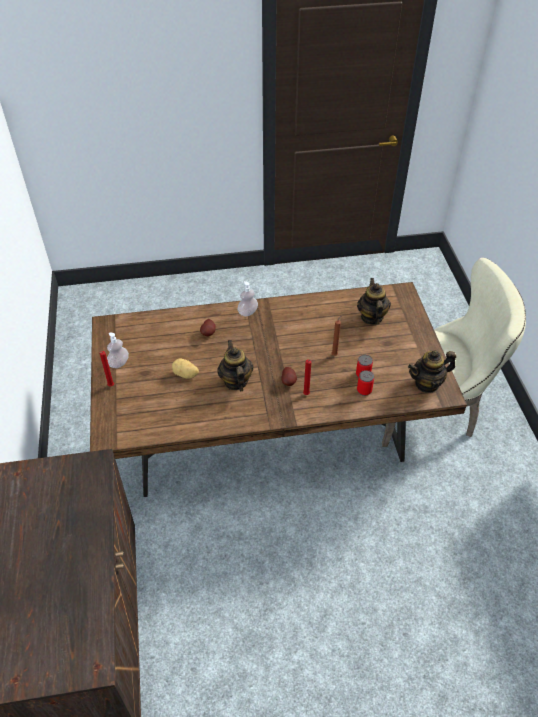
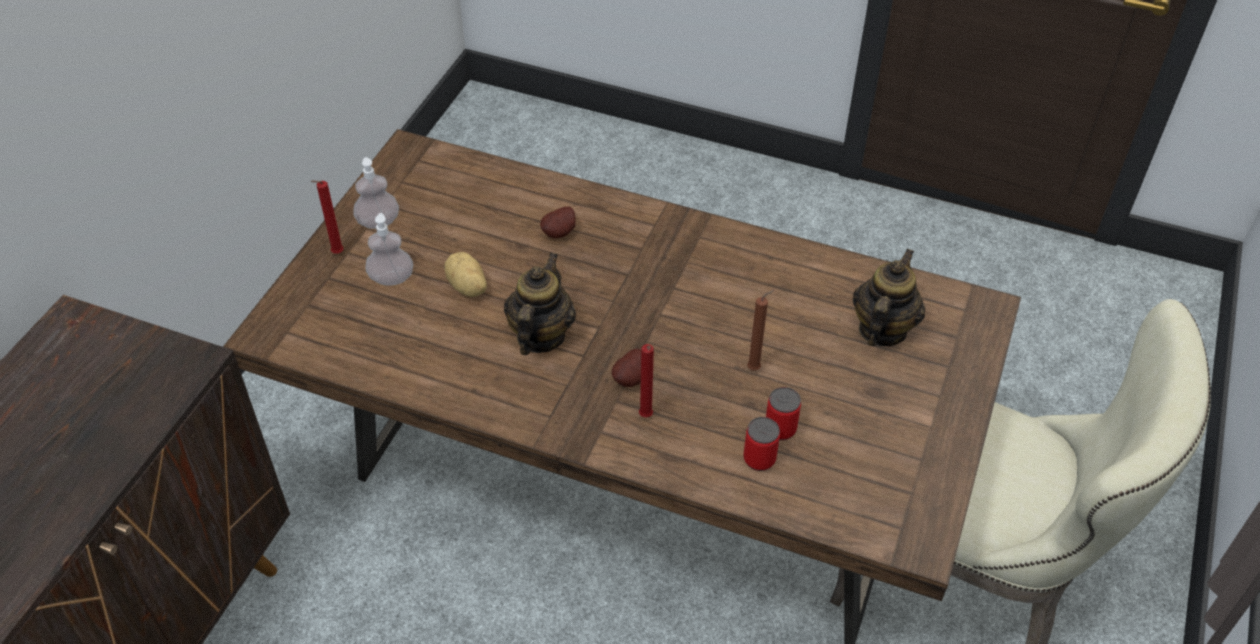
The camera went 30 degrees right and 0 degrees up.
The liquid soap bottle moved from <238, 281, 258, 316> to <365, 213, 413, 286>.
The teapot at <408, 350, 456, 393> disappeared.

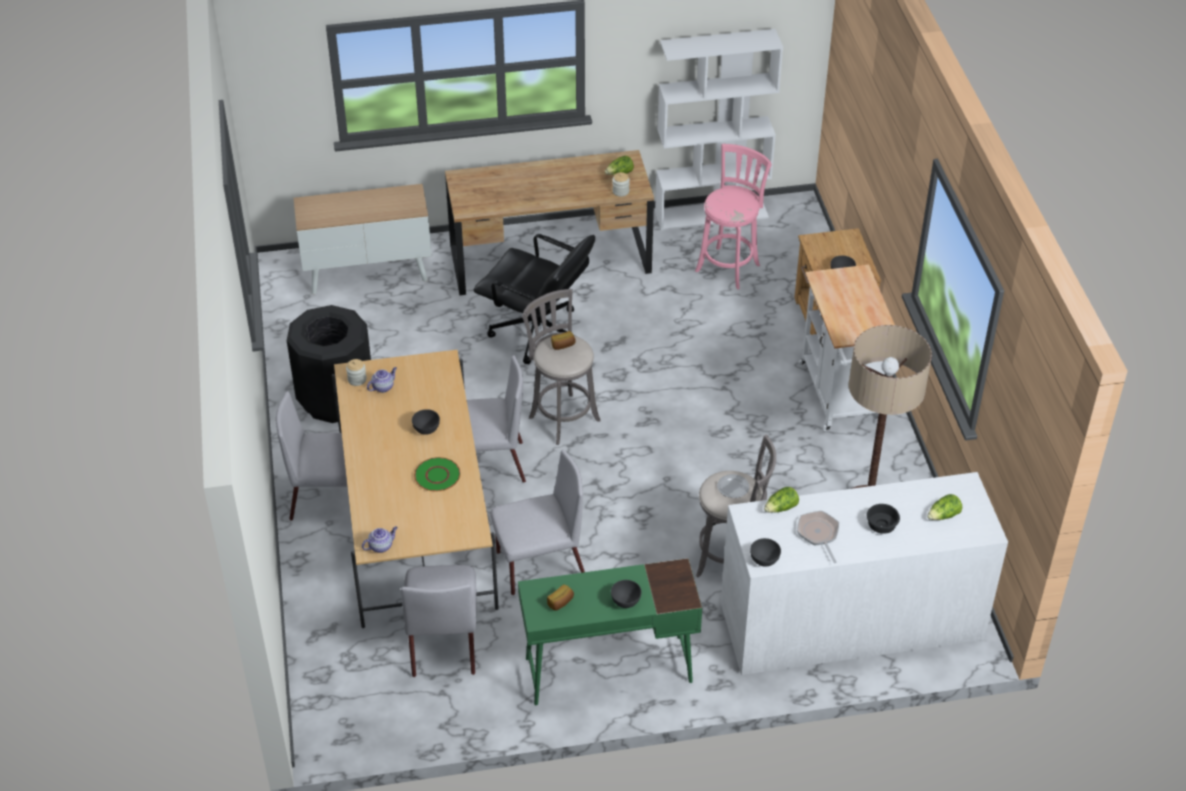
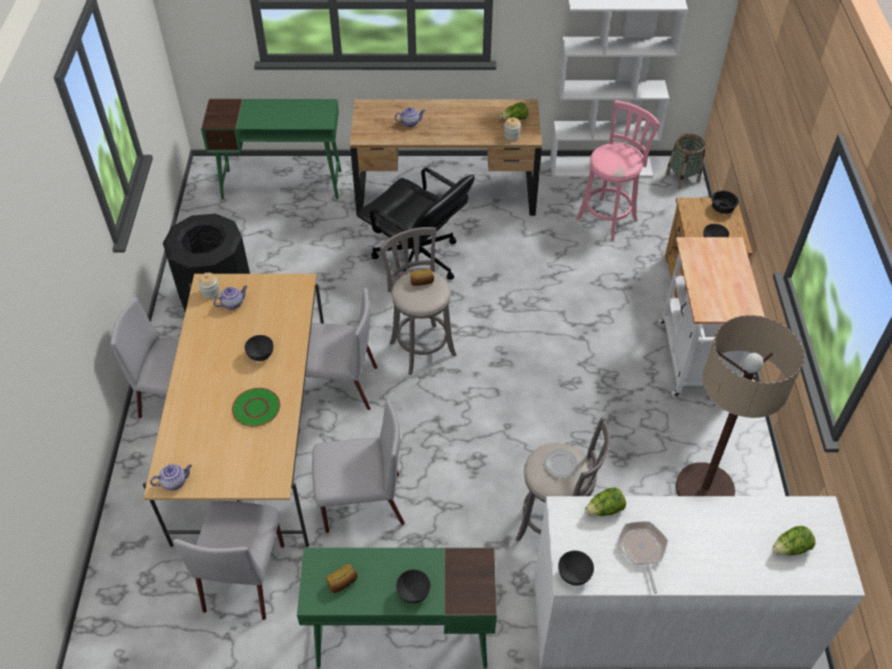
The camera went 10 degrees right and 5 degrees up.
The cupboard at <294, 184, 432, 294> was replaced by the green-coloured desk at <201, 99, 341, 199>.
The black-coloured bowl moved from <867, 504, 900, 534> to <711, 191, 739, 214>.
The teapot at <395, 107, 425, 127> appeared.
The basket at <665, 134, 705, 189> appeared.

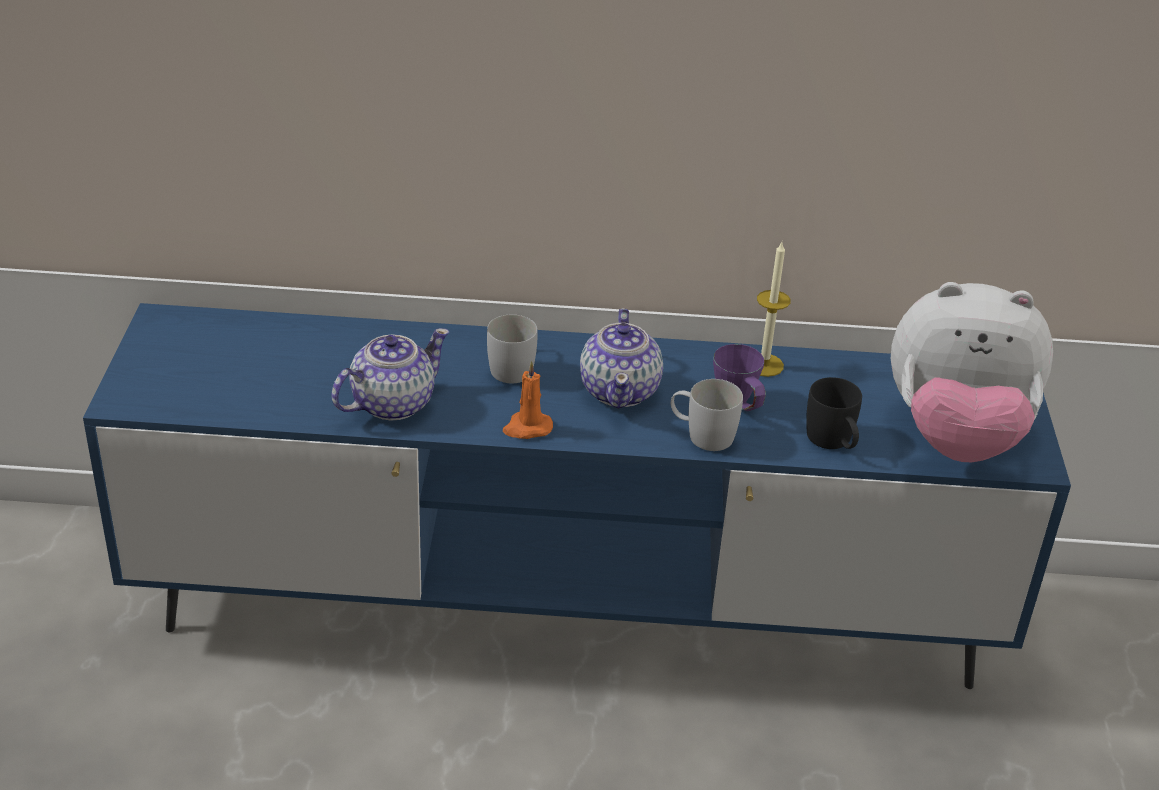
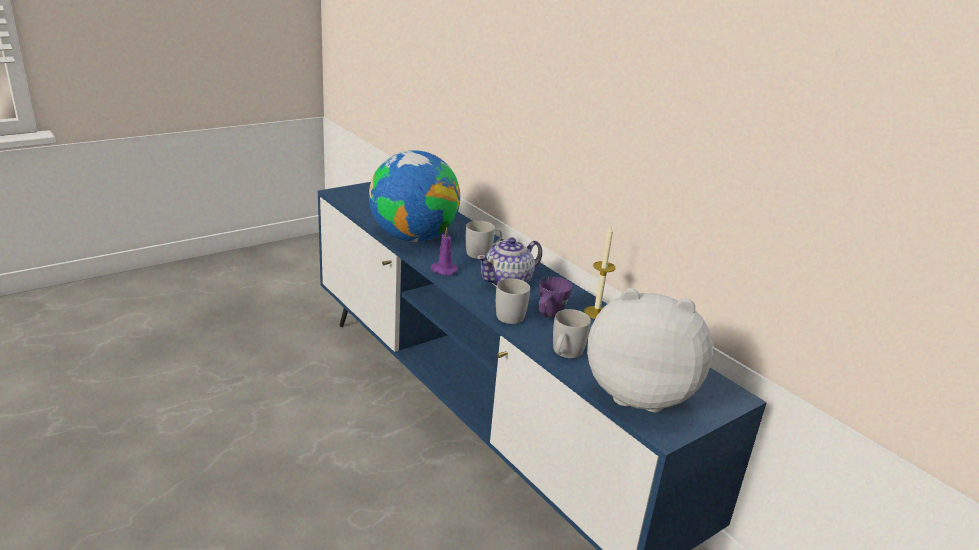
The camera went 50 degrees right and 10 degrees down.
The cuddly toy at <891, 282, 1053, 462> turned 135 degrees clockwise.
The teapot at <331, 328, 449, 421> was replaced by the globe at <369, 150, 460, 242>.
The orangey candle at <503, 361, 553, 439> became the purplish candle at <431, 227, 458, 275>.
The black-coloured mug at <806, 377, 862, 449> became the white-coloured mug at <553, 309, 591, 358>.

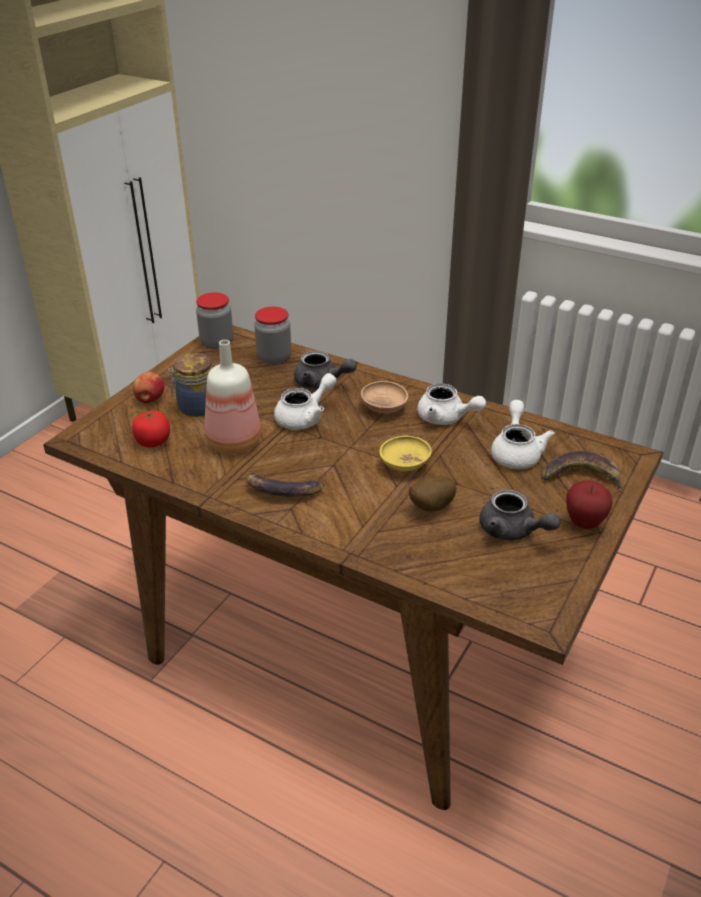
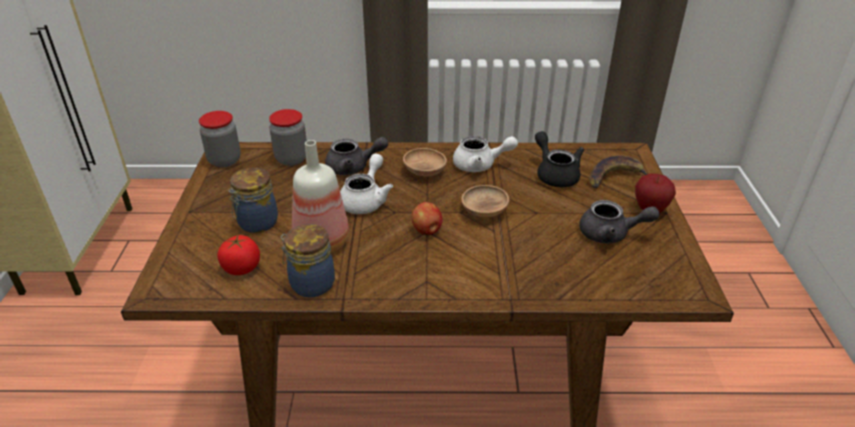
The camera went 30 degrees left and 0 degrees up.
The apple moved from <133, 372, 164, 403> to <411, 202, 442, 235>.
The white-coloured teapot at <491, 400, 555, 469> became the black-coloured teapot at <535, 131, 584, 187>.
The yellow bowl at <379, 436, 432, 471> became the brown-coloured bowl at <461, 185, 509, 217>.
The banana fruit at <247, 470, 324, 497> disappeared.
The spud at <409, 475, 456, 512> disappeared.
The jar at <280, 224, 335, 298> appeared.

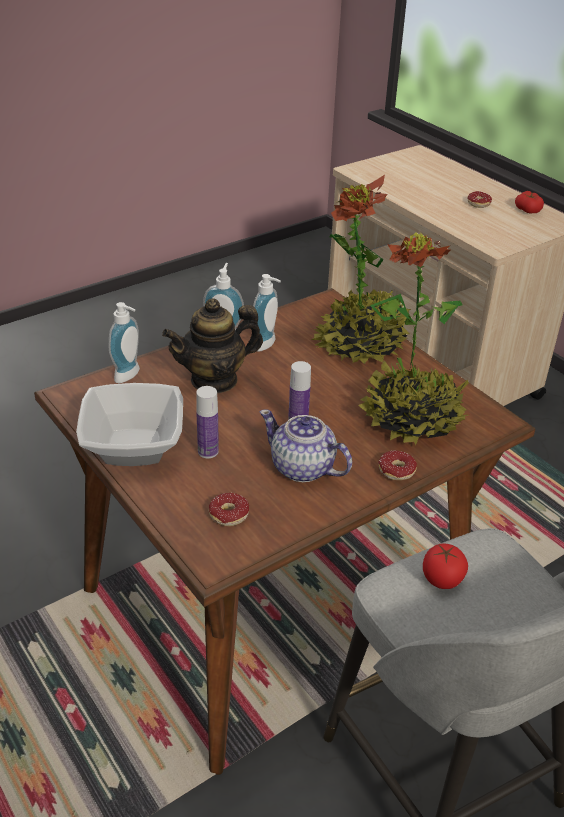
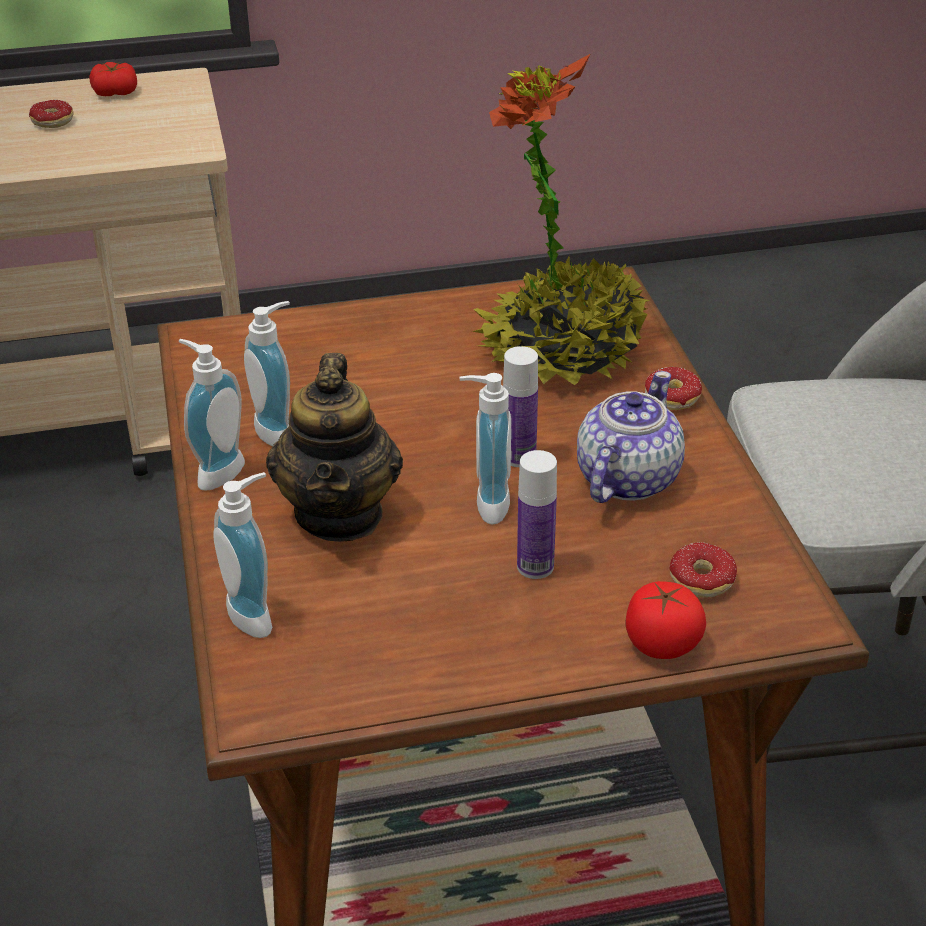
The camera went 65 degrees left and 0 degrees up.
The plant in a pot at <311, 175, 411, 364> disappeared.
The bowl at <76, 383, 183, 466> disappeared.
The teapot at <260, 410, 352, 482> turned 150 degrees clockwise.
The fresh tomato moved from <423, 544, 468, 589> to <626, 581, 706, 659>.
The liquid soap bottle at <459, 373, 511, 525> appeared.

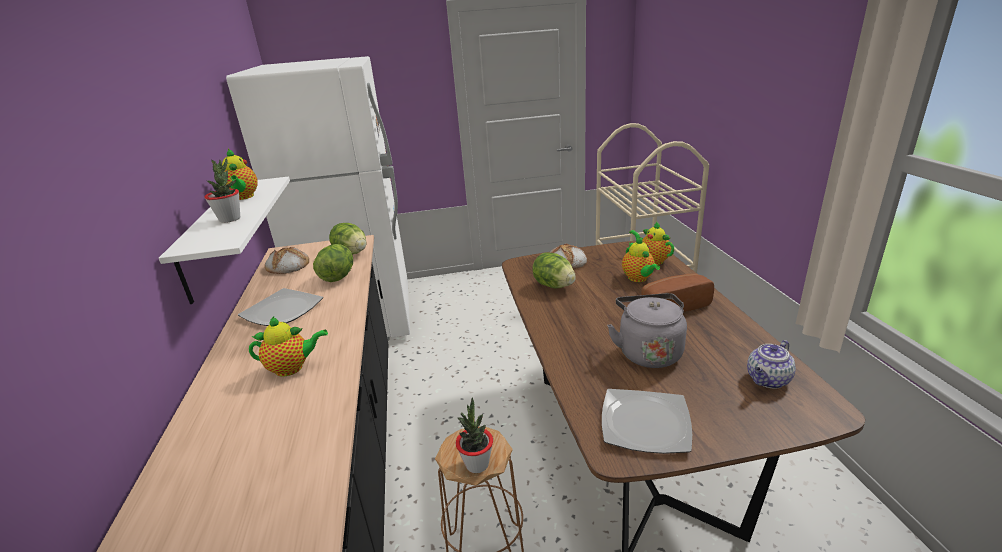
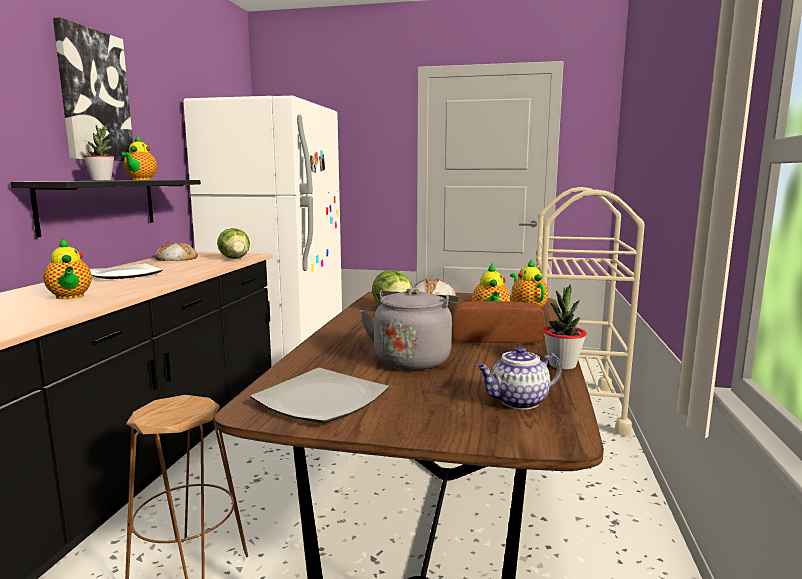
The camera went 20 degrees right and 15 degrees down.
The white-coloured shelf at <159, 177, 290, 304> became the black-coloured shelf at <10, 180, 201, 237>.
The head of lettuce at <313, 244, 353, 282> disappeared.
The teapot at <249, 316, 328, 377> turned 45 degrees clockwise.
The plant in a pot moved from <456, 397, 493, 473> to <543, 284, 587, 369>.
The wall picture at <53, 17, 133, 161> appeared.

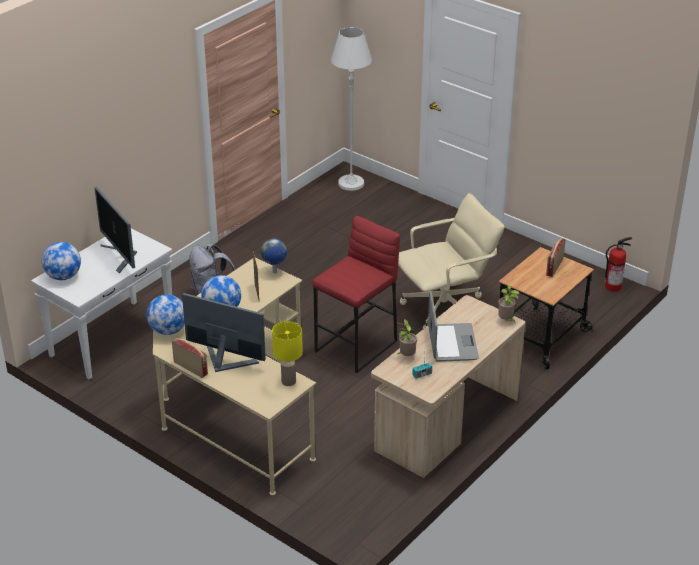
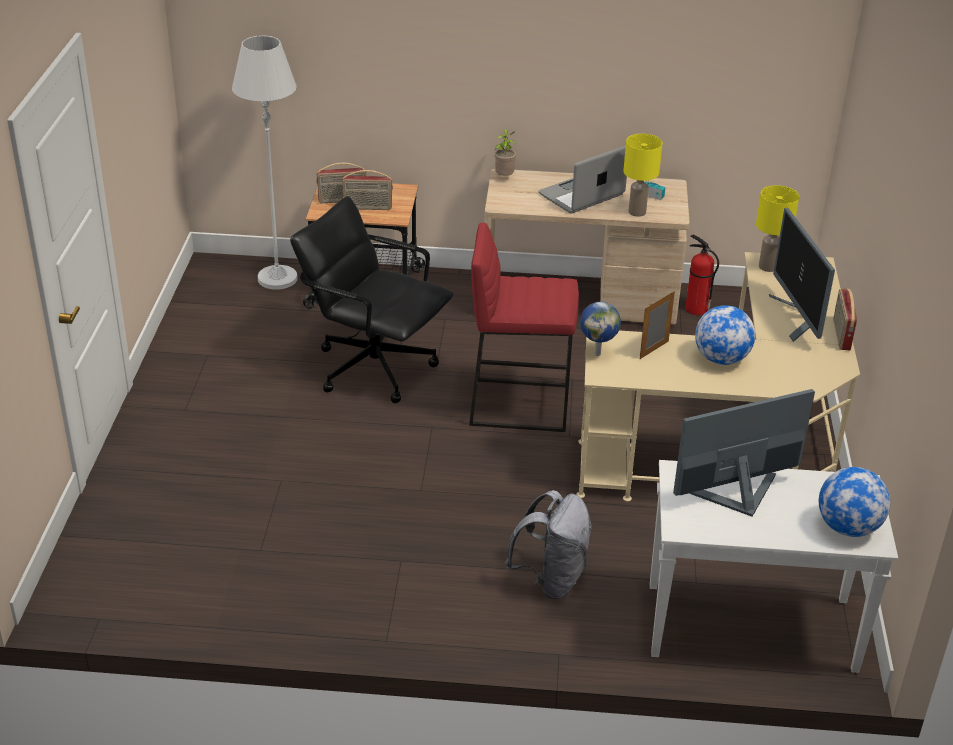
The camera went 125 degrees left and 0 degrees up.
The white-coloured standing lamp moved from <331, 27, 372, 191> to <232, 35, 298, 290>.
The computer screen at <94, 187, 137, 274> turned 135 degrees counterclockwise.
The sand-coloured desk chair at <398, 193, 505, 329> became the black-coloured desk chair at <290, 196, 454, 403>.
The fire-fighting cylinder moved from <604, 237, 632, 291> to <685, 235, 719, 315>.
The globe at <147, 295, 185, 335> disappeared.
The plant in a pot at <396, 319, 417, 356> was replaced by the yellow tabletop lamp at <623, 134, 663, 217>.
The radio set at <342, 170, 393, 210> appeared.

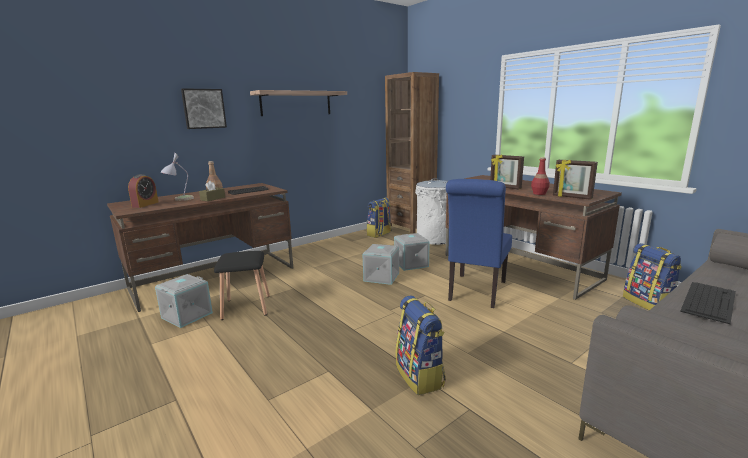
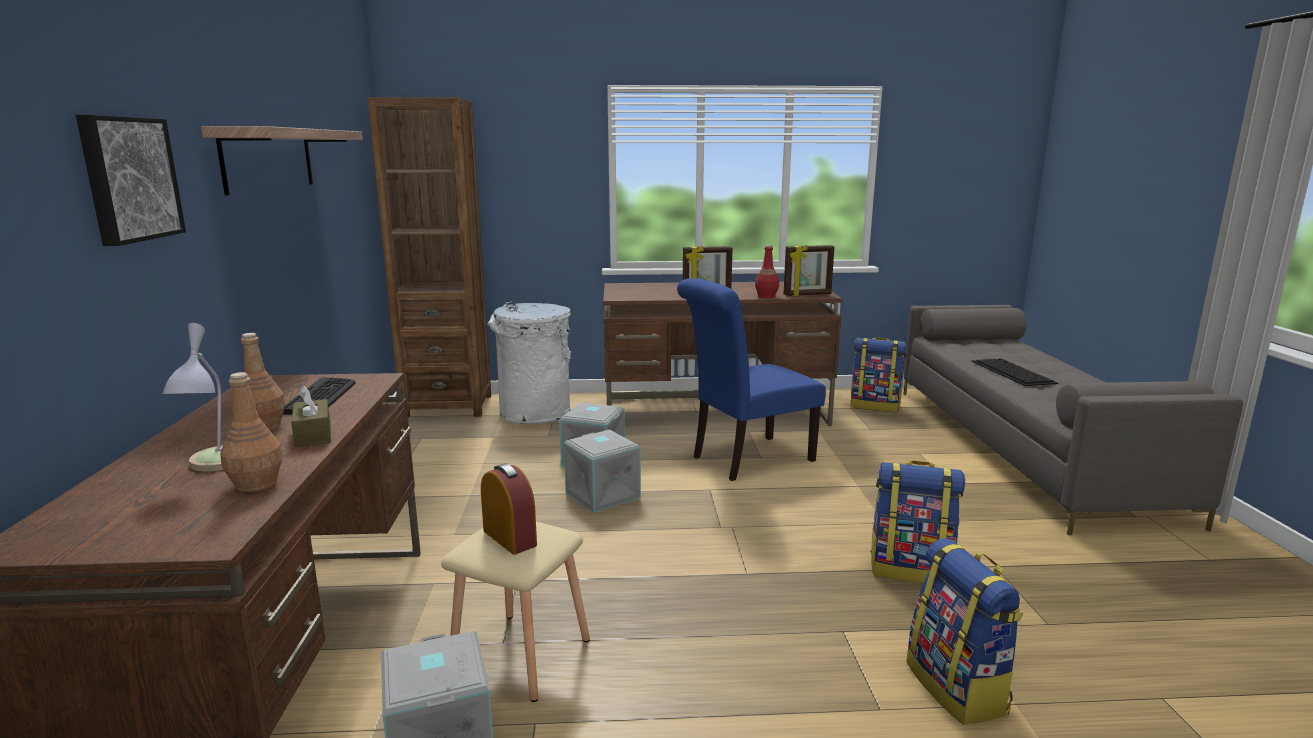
The camera went 55 degrees left and 0 degrees up.
The table clock moved from <128, 174, 158, 208> to <481, 464, 537, 555>.
The blue-coloured upright chair at <446, 179, 512, 308> turned 90 degrees clockwise.
The backpack moved from <367, 198, 392, 238> to <906, 538, 1023, 725>.
The black-coloured sitting stool at <214, 251, 270, 320> became the sand-coloured sitting stool at <441, 522, 590, 702>.
The brown-coloured bottle at <220, 372, 283, 492> appeared.

